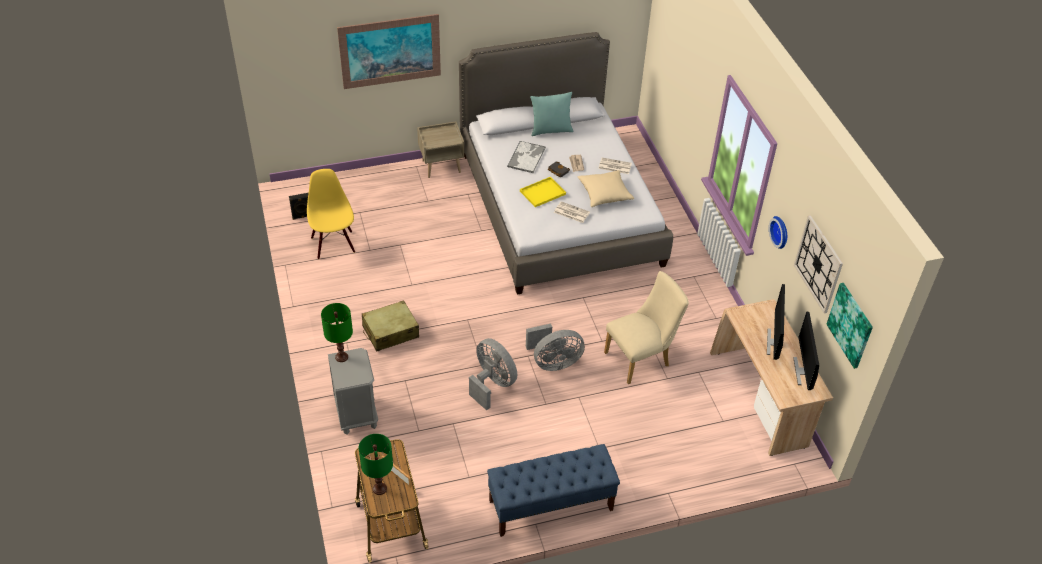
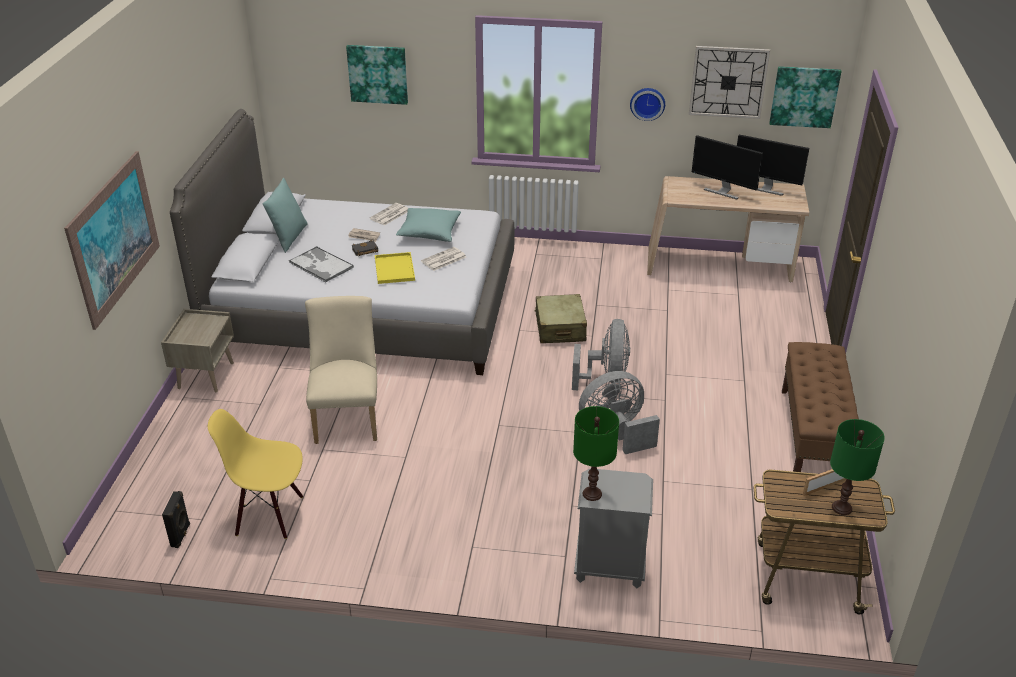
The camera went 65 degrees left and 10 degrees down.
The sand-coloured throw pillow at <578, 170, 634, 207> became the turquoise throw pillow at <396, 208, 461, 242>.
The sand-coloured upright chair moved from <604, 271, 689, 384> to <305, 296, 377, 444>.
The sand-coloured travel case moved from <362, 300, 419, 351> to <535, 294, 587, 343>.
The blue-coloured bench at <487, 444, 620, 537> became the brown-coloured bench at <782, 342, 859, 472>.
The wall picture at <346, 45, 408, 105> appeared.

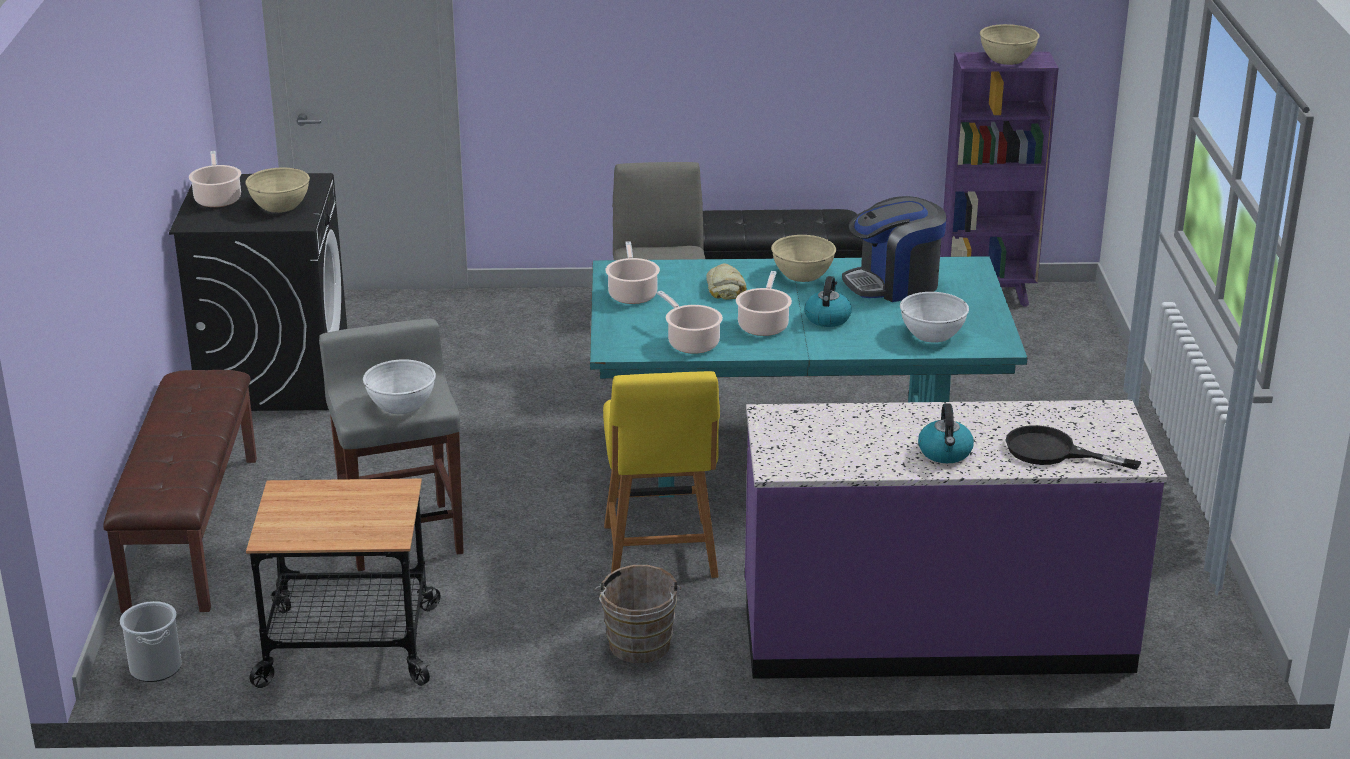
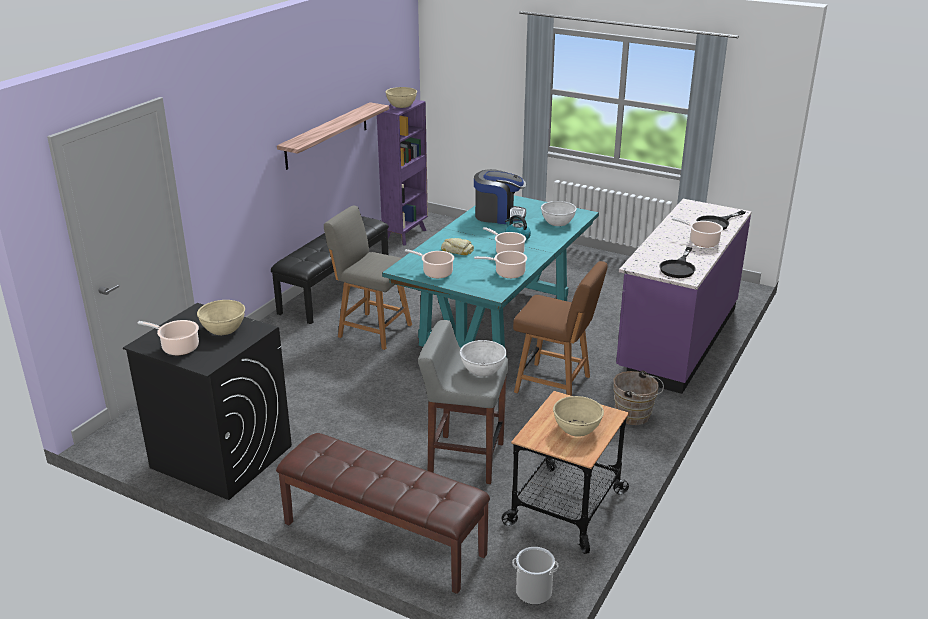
The camera went 60 degrees left and 0 degrees up.
The coffee brewer at <842, 196, 947, 302> turned 90 degrees counterclockwise.
The sand-coloured bowl moved from <771, 235, 836, 282> to <553, 396, 604, 437>.
The yellow upright chair at <603, 371, 720, 578> became the brown-coloured upright chair at <513, 261, 608, 396>.
The water kettle at <918, 403, 974, 463> was replaced by the cooking pot at <672, 218, 723, 247>.
The shelf at <277, 102, 389, 170> appeared.
The black-coloured skillet at <659, 247, 696, 278> appeared.

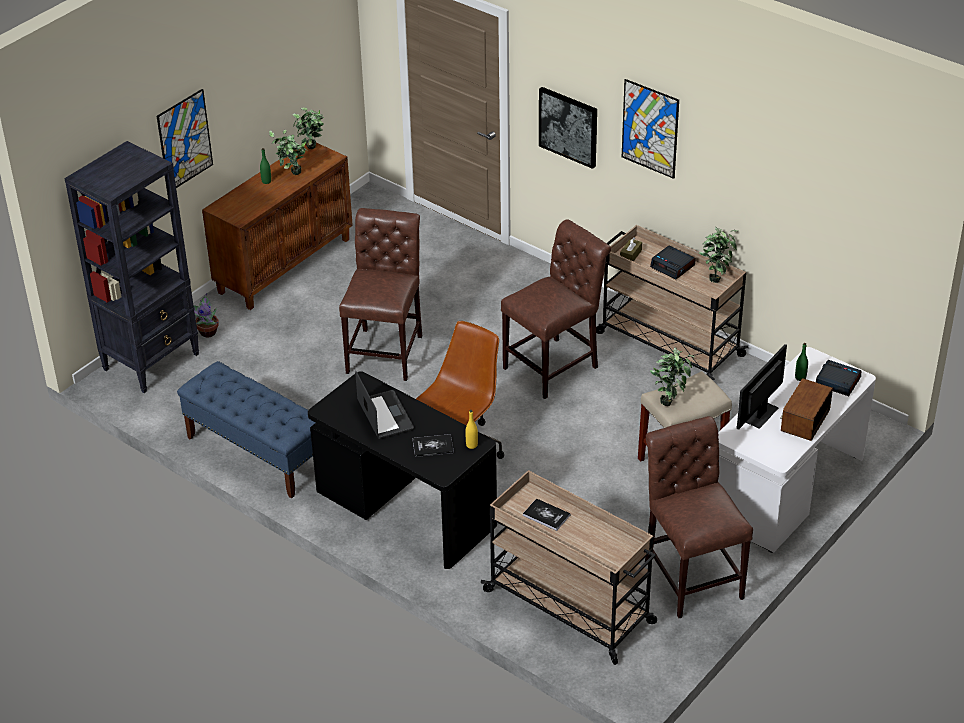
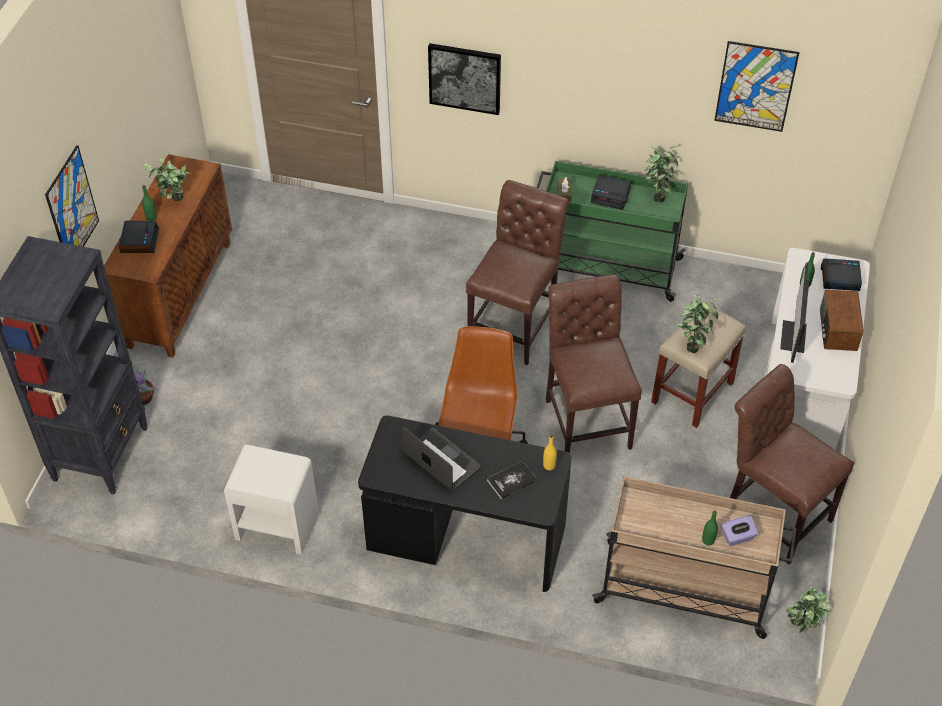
The camera went 25 degrees left and 10 degrees up.
The wall picture moved from <622, 79, 679, 179> to <714, 41, 800, 132>.
The plant in a pot moved from <292, 107, 324, 149> to <785, 585, 832, 633>.
The brown-coloured upright chair moved from <339, 208, 422, 381> to <545, 274, 642, 453>.
The sand-coloured cart at <596, 225, 749, 380> became the green-coloured cart at <537, 161, 688, 302>.
The blue-coloured bench at <177, 361, 315, 498> was replaced by the white-coloured nightstand at <224, 445, 319, 555>.
The volume at <523, 498, 570, 531> disappeared.
The table clock at <119, 221, 159, 253> appeared.
The green-coloured bottle at <702, 511, 718, 545> appeared.
The purplish tissue holder at <721, 516, 758, 546> appeared.

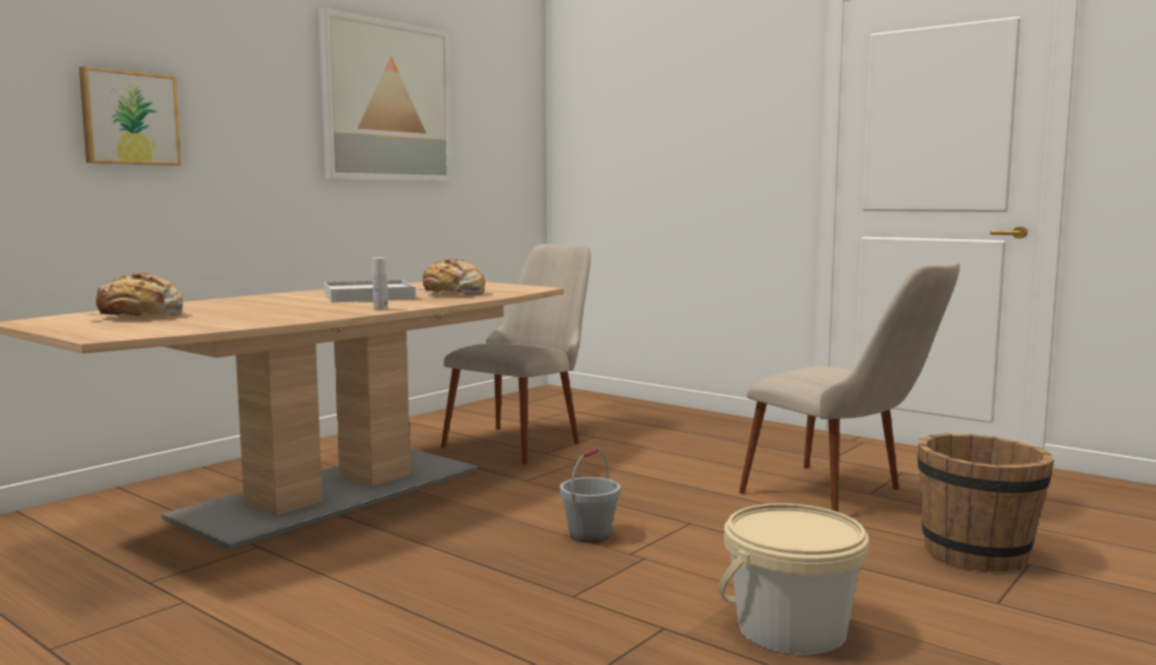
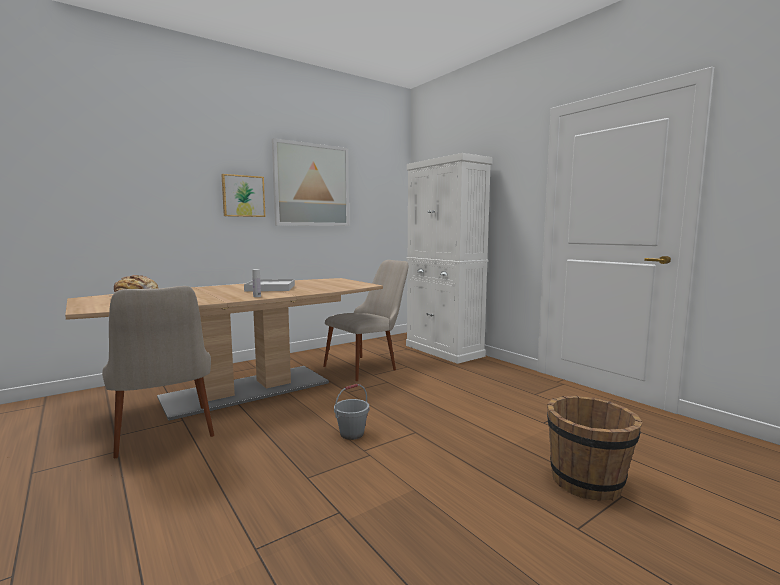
The camera went 15 degrees right and 0 degrees up.
The wall picture moved from <79, 66, 182, 166> to <221, 174, 266, 217>.
The bread at <418, 258, 485, 296> disappeared.
The sand-coloured upright chair moved from <739, 262, 960, 512> to <102, 286, 214, 458>.
The sand-coloured pail at <719, 503, 869, 655> disappeared.
The white-coloured cupboard at <406, 153, 493, 364> appeared.

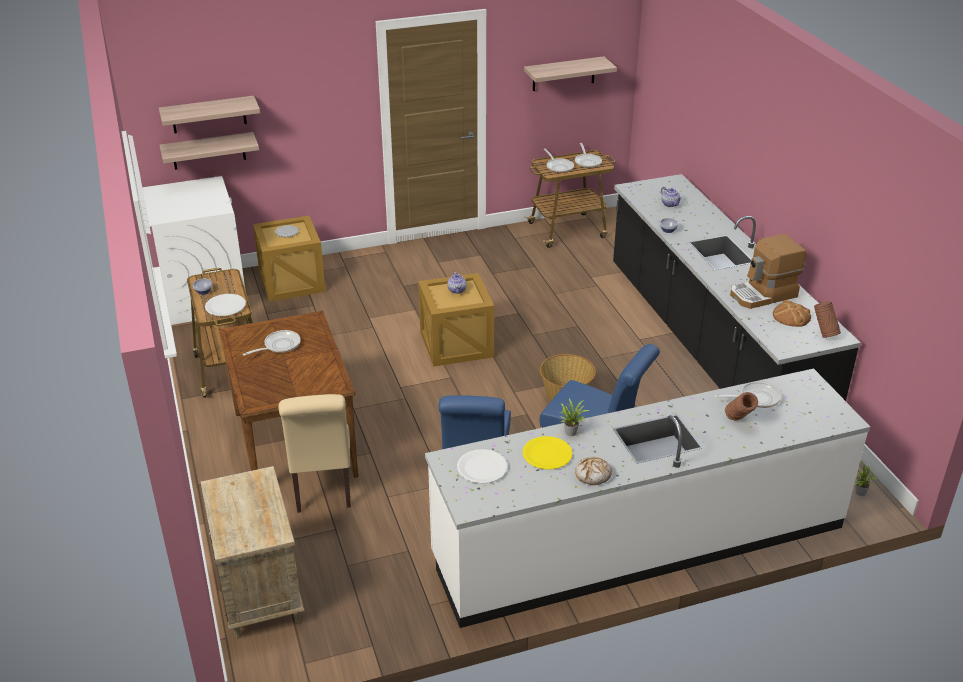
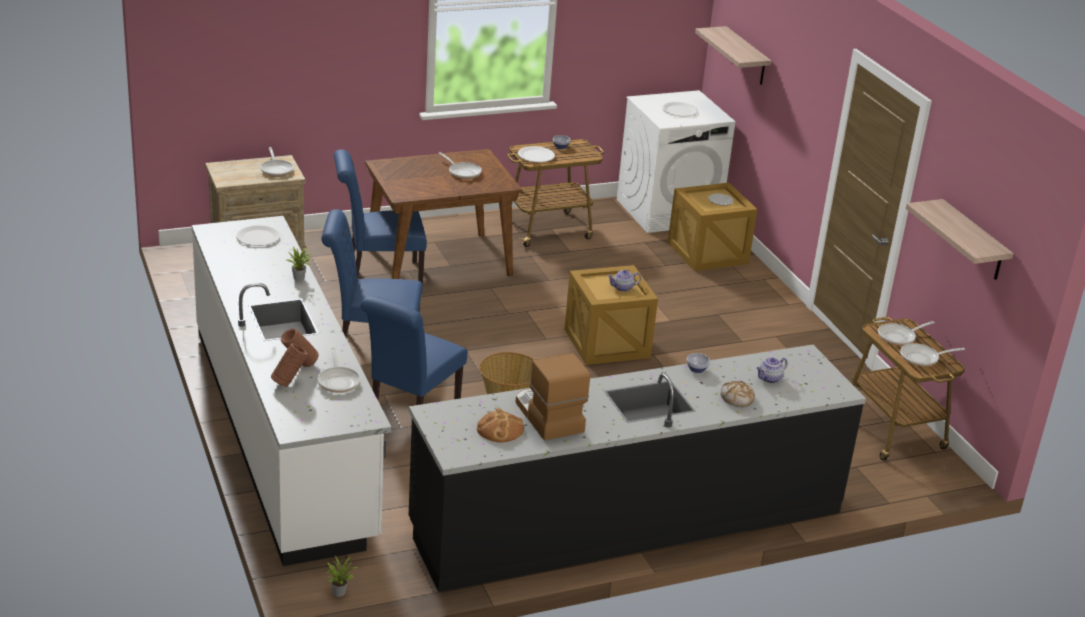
The camera went 85 degrees right and 5 degrees down.
The shelf at <159, 132, 259, 170> disappeared.
The brown-coloured vase moved from <814, 301, 841, 338> to <271, 343, 308, 387>.
The sand-coloured upright chair at <279, 394, 351, 513> became the blue-coloured upright chair at <334, 149, 427, 284>.
The yellow plate at <523, 436, 573, 470> disappeared.
The bread moved from <575, 457, 612, 485> to <721, 381, 755, 407>.
The white-coloured plate at <662, 102, 698, 117> appeared.
The skillet at <260, 147, 294, 177> appeared.

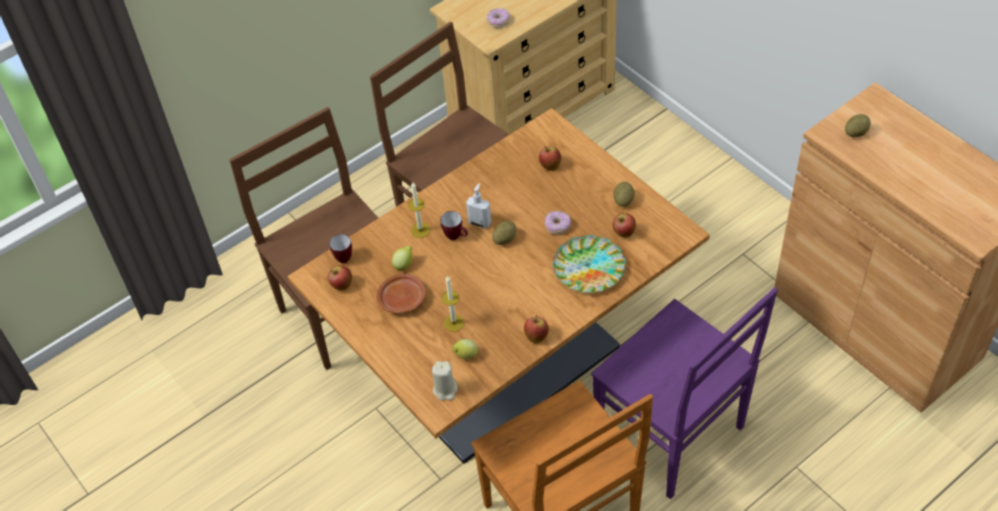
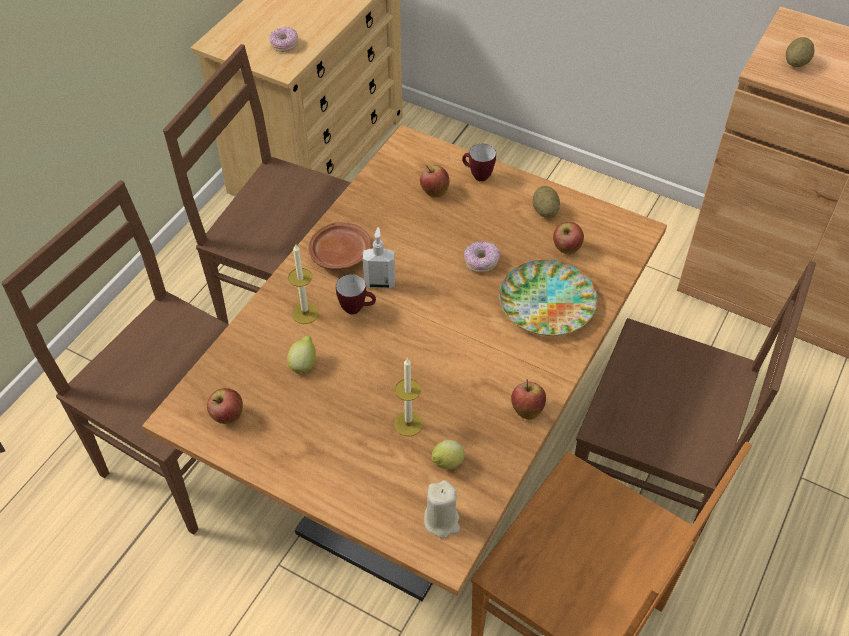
The camera went 25 degrees left and 0 degrees up.
The spud at <492, 221, 516, 245> disappeared.
The mug moved from <329, 234, 352, 263> to <462, 144, 496, 182>.
The brown-coloured plate moved from <377, 274, 426, 314> to <308, 223, 371, 270>.
The purplish upright chair at <591, 287, 778, 499> became the brown-coloured upright chair at <575, 261, 816, 537>.

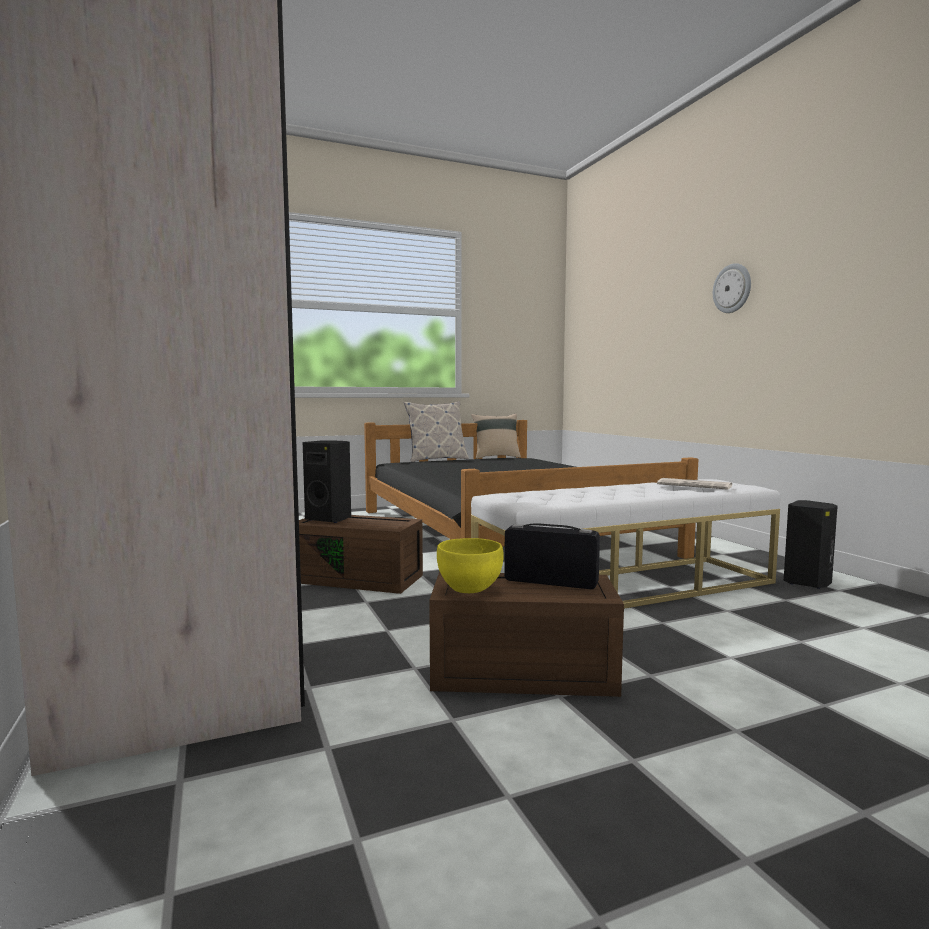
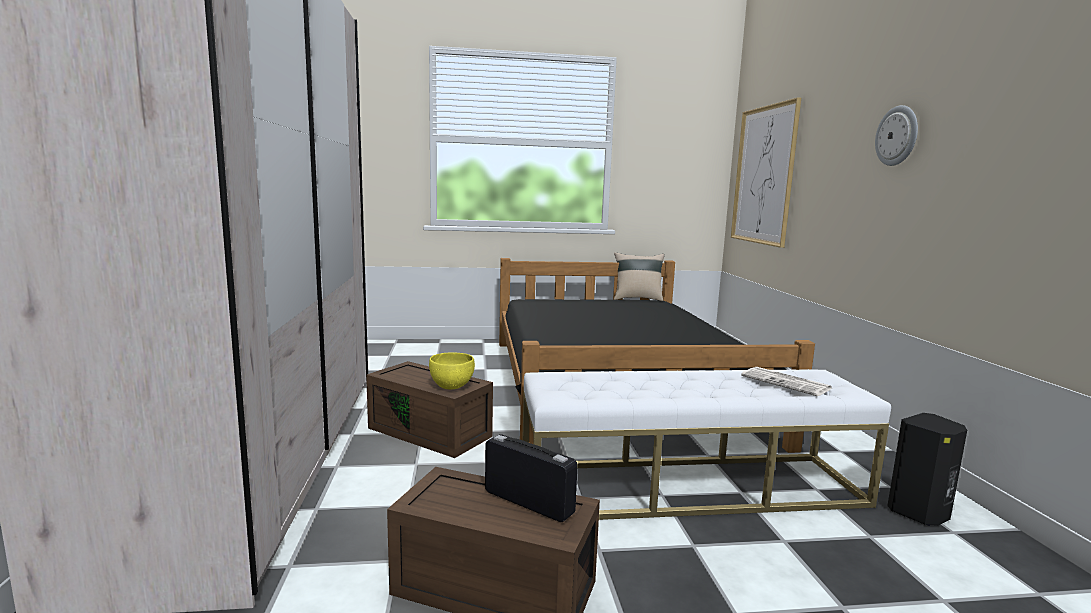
The camera went 15 degrees right and 5 degrees up.
The throw pillow at <404, 402, 469, 462> disappeared.
The black-coloured loudspeaker at <303, 440, 351, 523> disappeared.
The yellow bowl moved from <437, 538, 504, 593> to <429, 353, 475, 389>.
The wall picture at <731, 97, 801, 248> appeared.

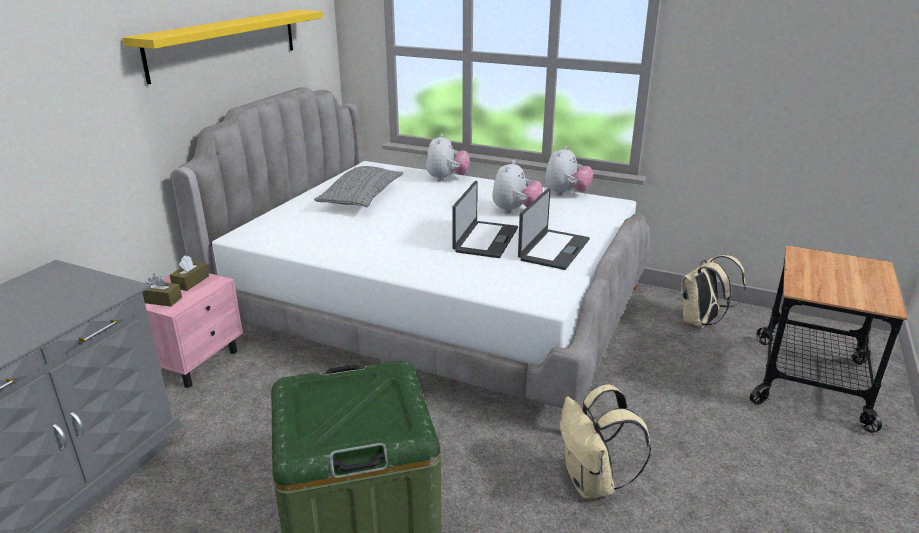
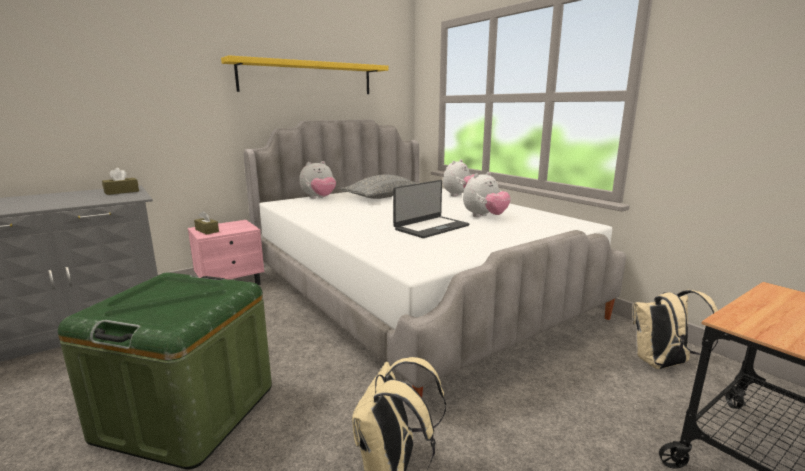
The camera went 30 degrees right and 10 degrees down.
The cuddly toy moved from <545, 146, 593, 196> to <299, 161, 336, 199>.
The laptop at <518, 188, 590, 270> disappeared.
The brown-coloured tissue holder moved from <170, 256, 209, 291> to <102, 168, 139, 195>.

